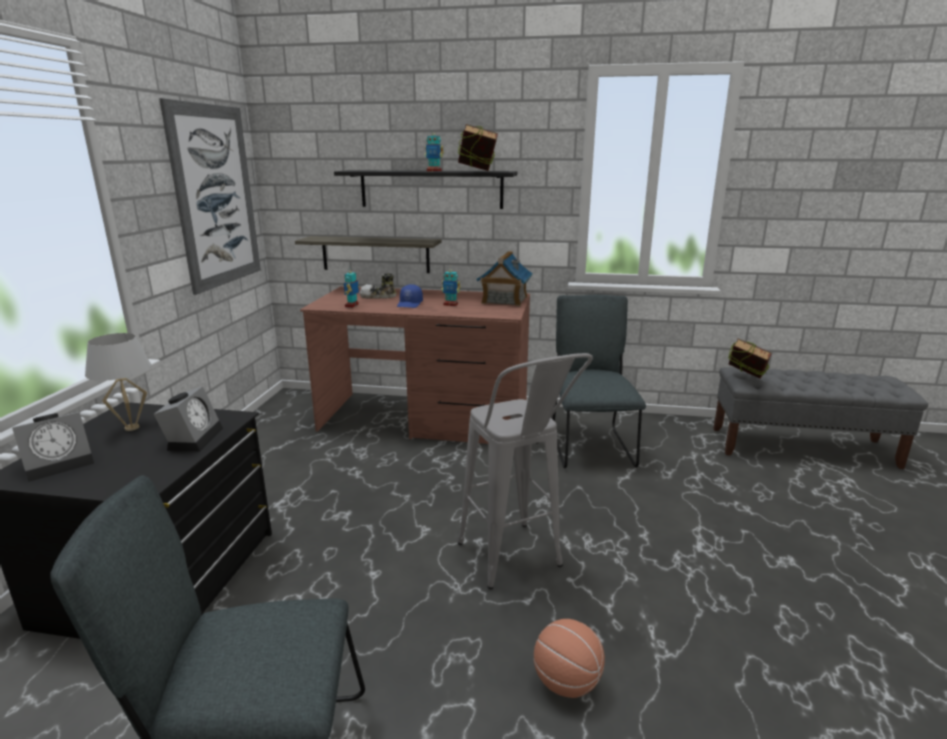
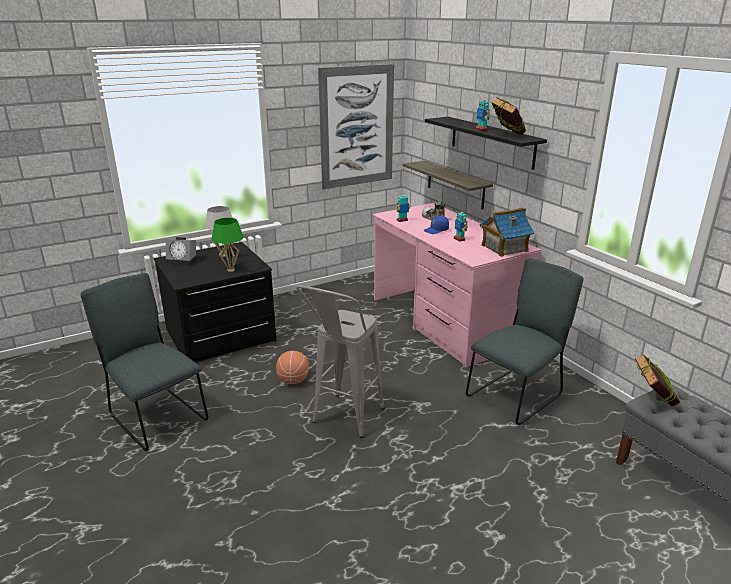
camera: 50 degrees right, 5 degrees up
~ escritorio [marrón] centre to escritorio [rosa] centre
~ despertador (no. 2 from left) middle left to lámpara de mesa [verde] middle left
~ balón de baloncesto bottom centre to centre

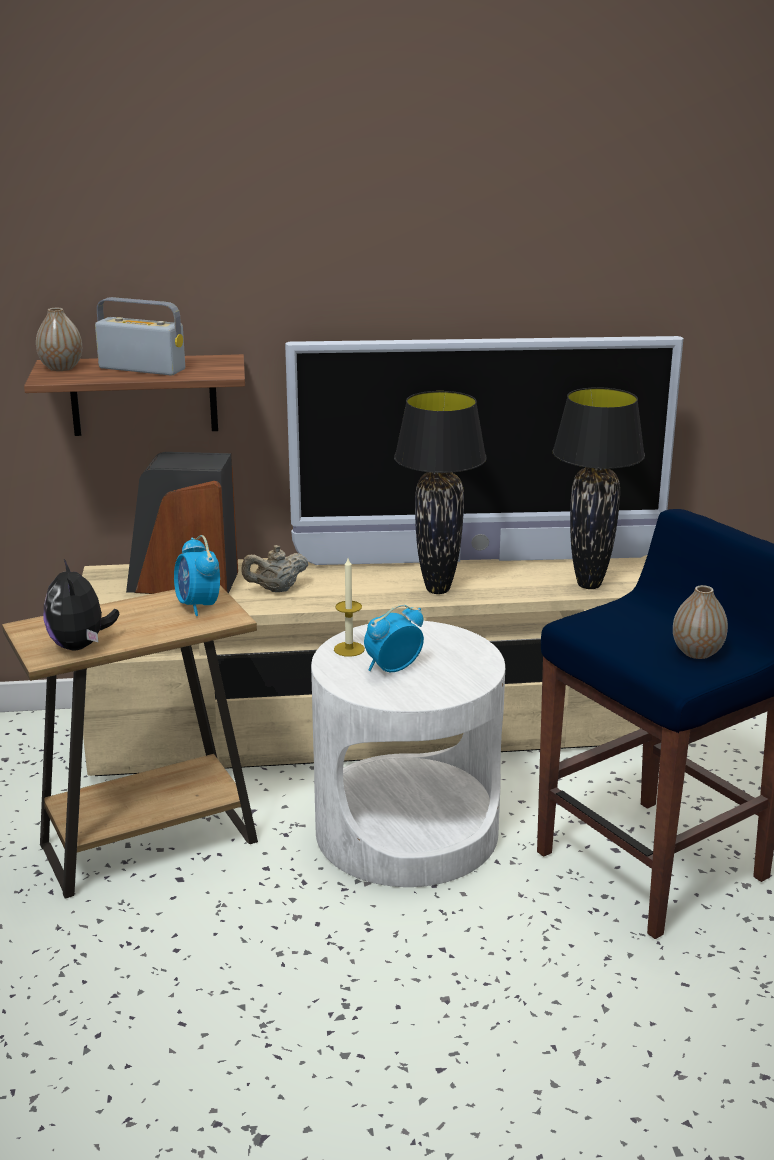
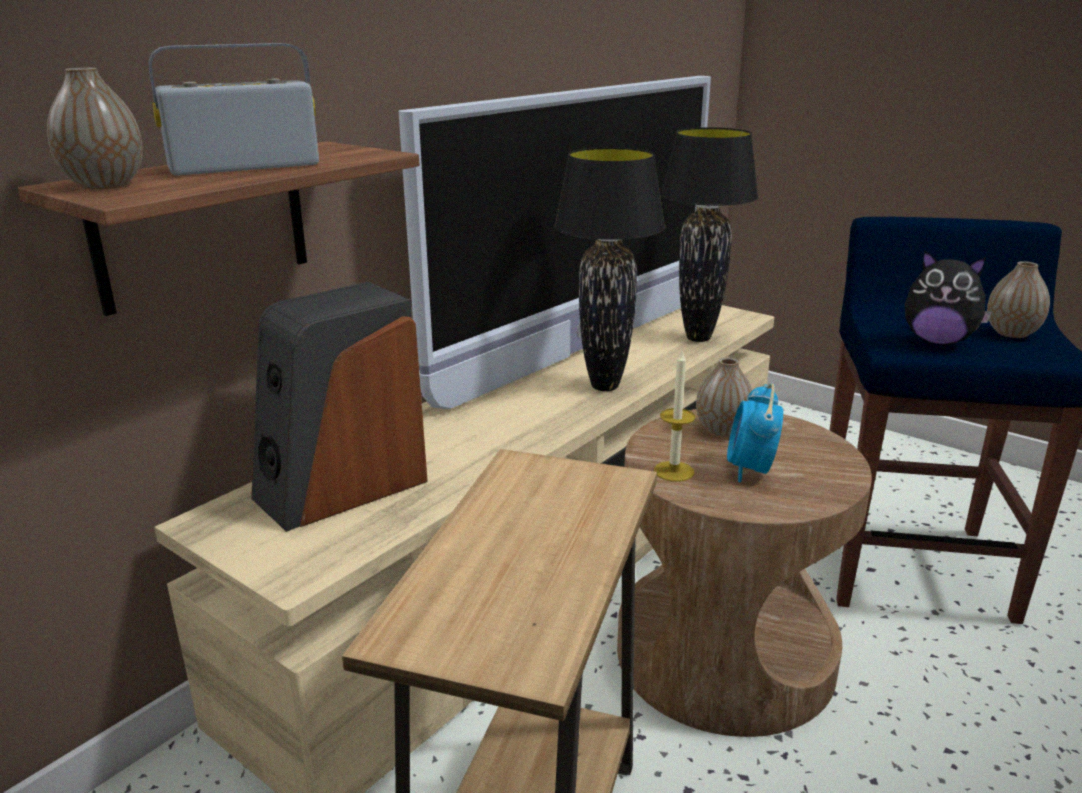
camera: 45 degrees left, 0 degrees up
- despertador (no. 1 from left) middle left
- tetera [beis] centre
~ peluche middle left to middle right
~ mesa auxiliar [blanco] centre to mesa auxiliar [marrón] (no. 2 from left) bottom right
+ florero (no. 2 from left) middle right

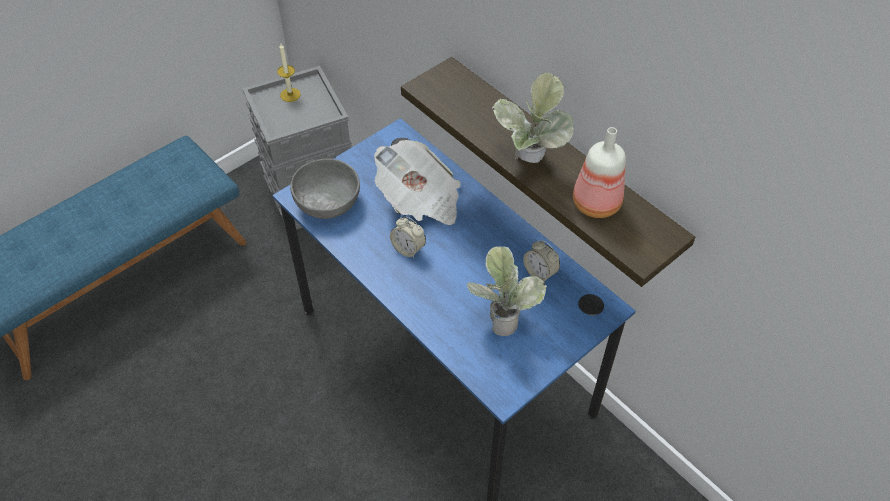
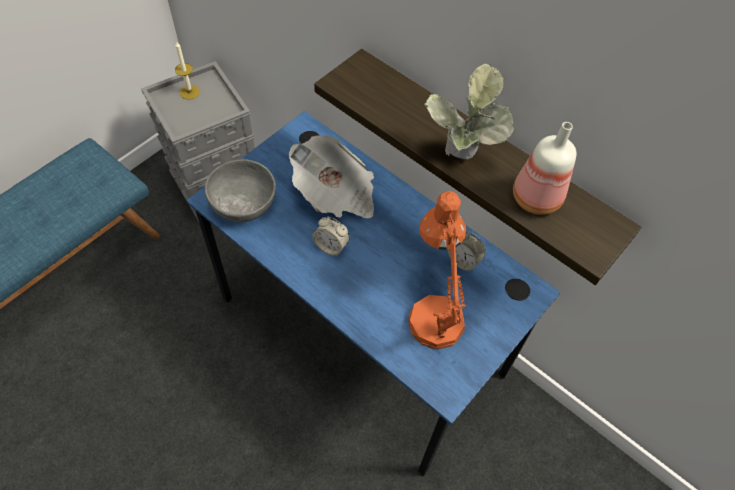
camera: 10 degrees left, 5 degrees up
~ planta en maceta (no. 1 from left) centre to lámpara de mesa [naranja] centre

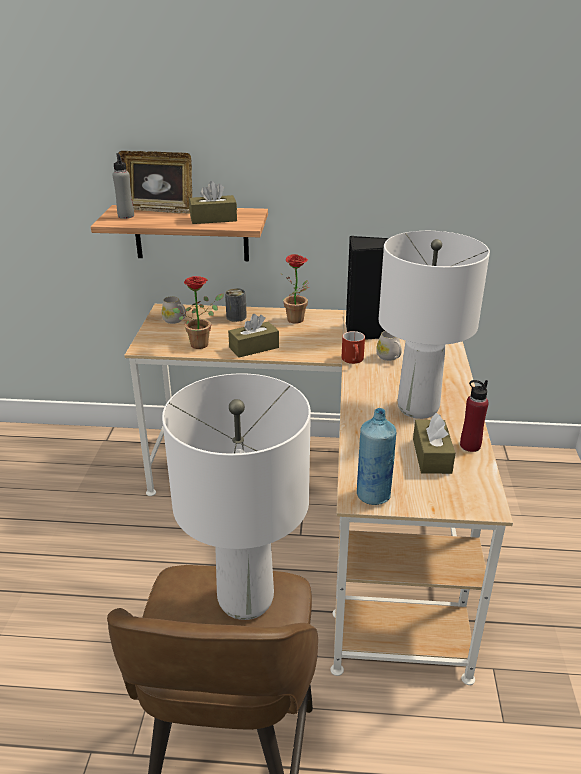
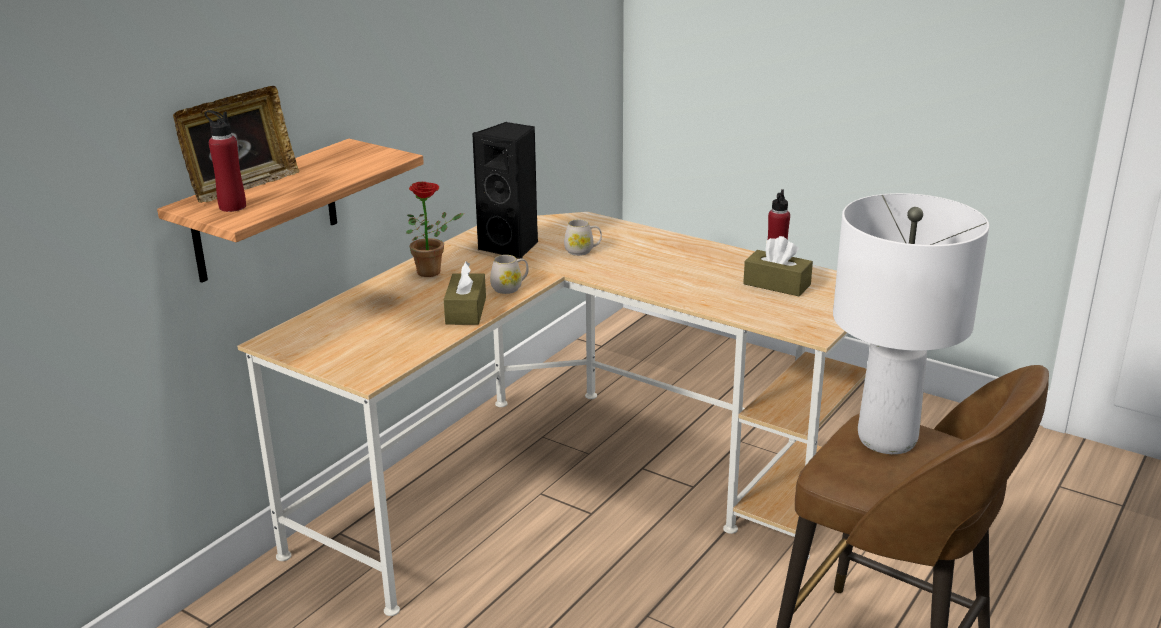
camera: 60 degrees left, 5 degrees down
~ botella [gris] top left to botella [rojo] (no. 1 from left) top left
- caja de pañuelos [marrón] (no. 1 from left) top centre
- lámpara de mesa [blanco] (no. 2 from left) middle right
- planta en maceta (no. 1 from left) centre
- lata centre
~ taza grande [blanco] (no. 1 from left) middle left to centre
- taza grande [rojo] centre
- botella [azul] centre

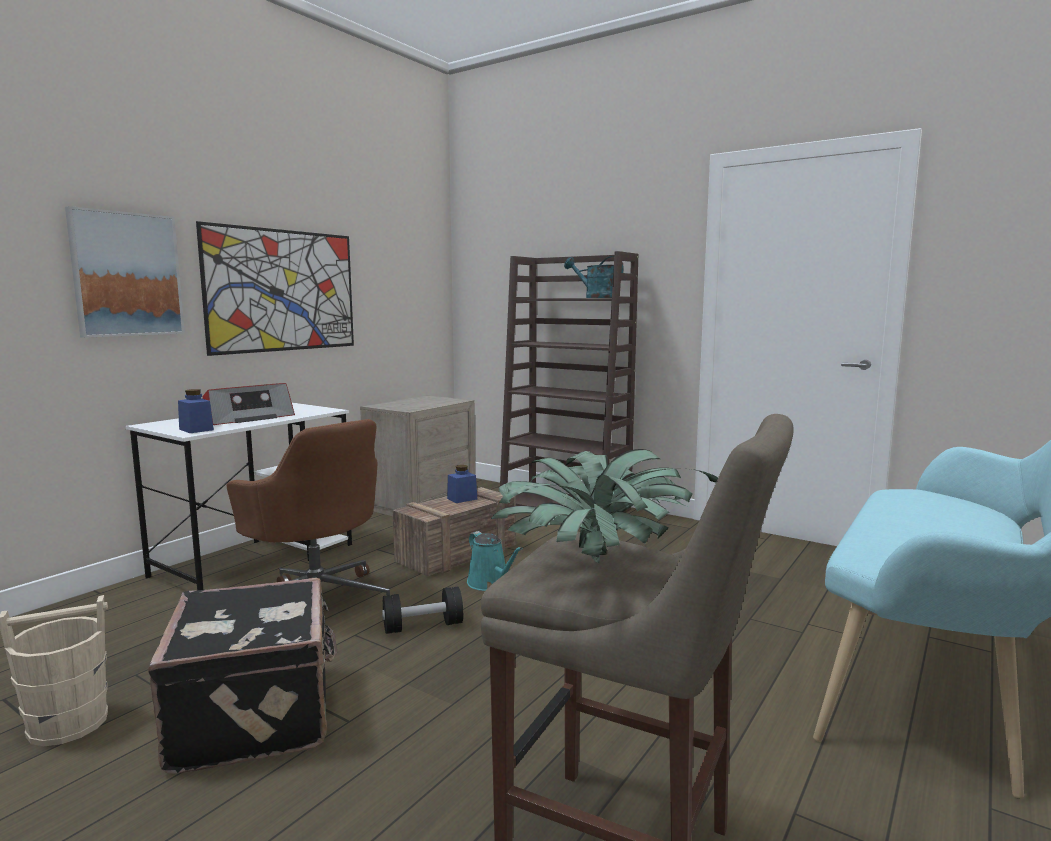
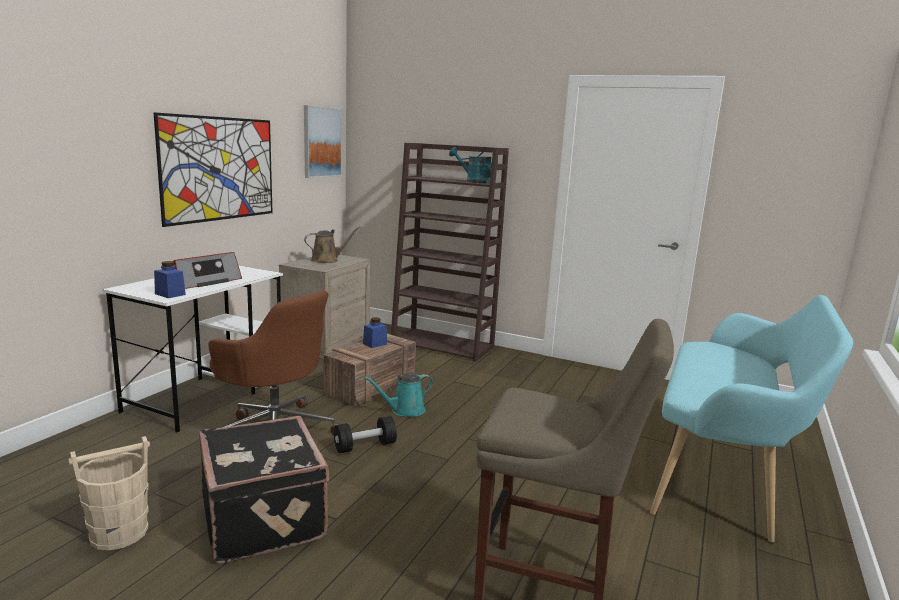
camera: 10 degrees left, 5 degrees up
~ cuadro (no. 1 from left in the first image) top left to cuadro (no. 2 from left) top centre
- planta en maceta centre
~ regadera [turquesa] (no. 1 from left) bottom centre = centre 105 degrees clockwise
+ regadera [marrón] centre

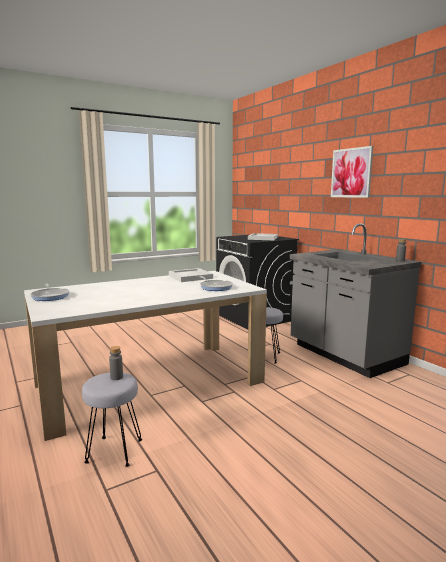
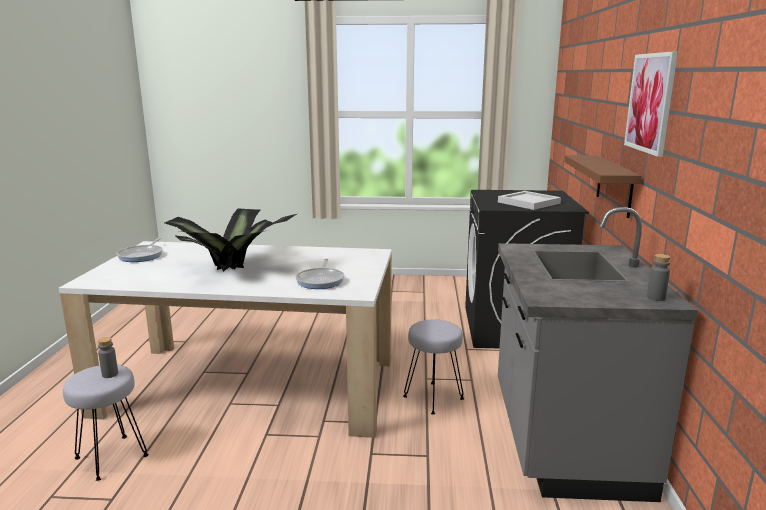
camera: 35 degrees right, 5 degrees up
- bandeja [blanco] (no. 1 from left) centre
+ estante [marrón] middle right
+ planta en maceta middle left

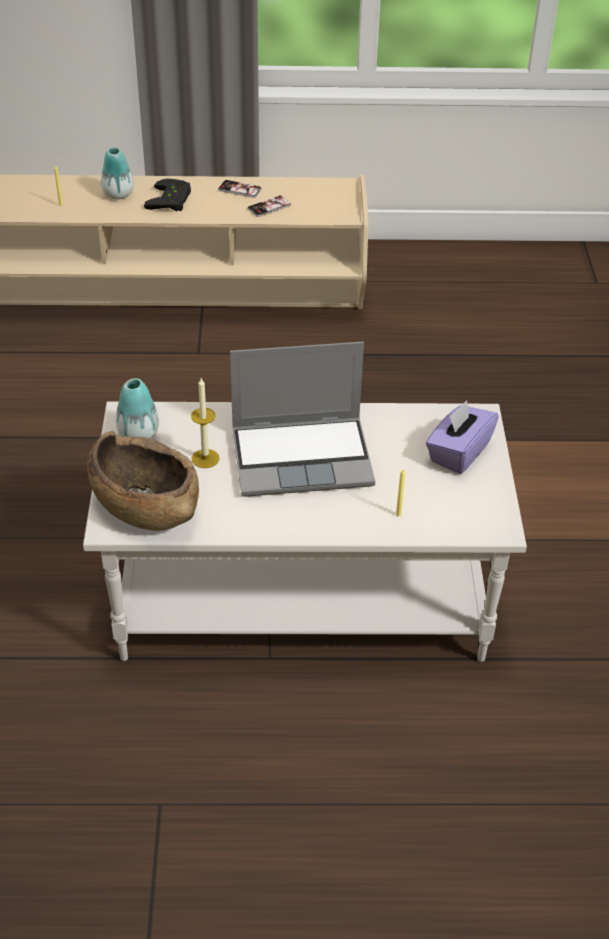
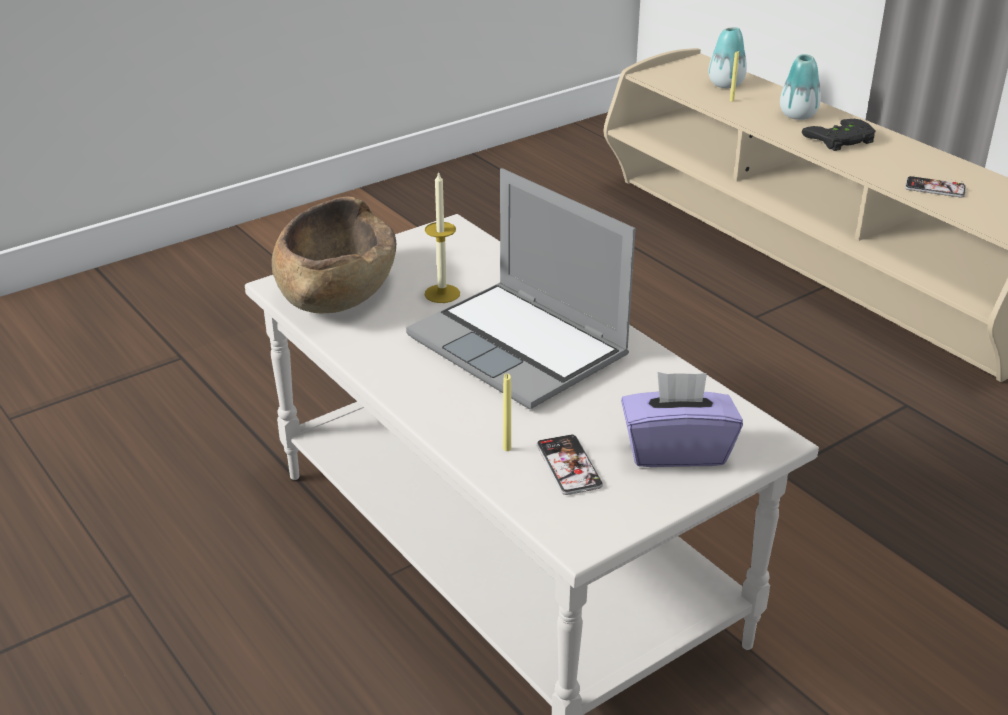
camera: 55 degrees right, 10 degrees down
~ móvil (no. 1 from left) top centre to centre
~ florero (no. 2 from left in the first image) middle left to florero (no. 1 from left) top right

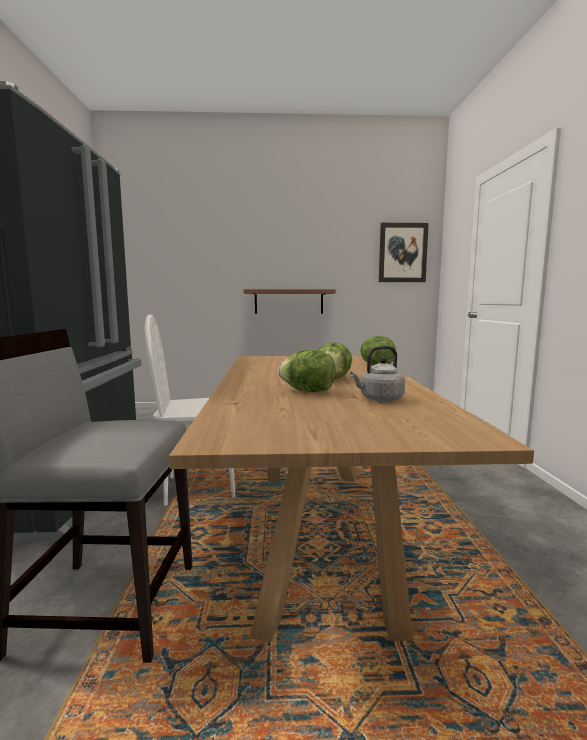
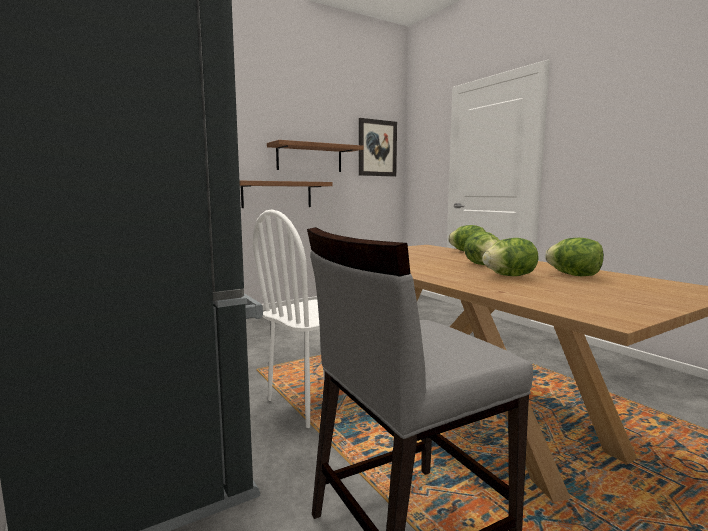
camera: 30 degrees left, 0 degrees up
~ hervidor [gris] centre to lechuga (no. 4 from left) middle right
+ estante (no. 2 from left) top centre

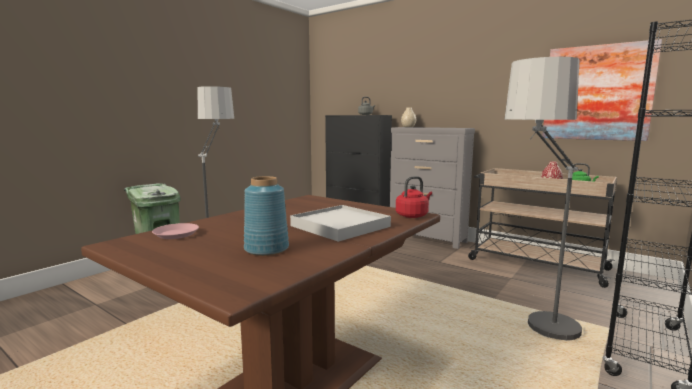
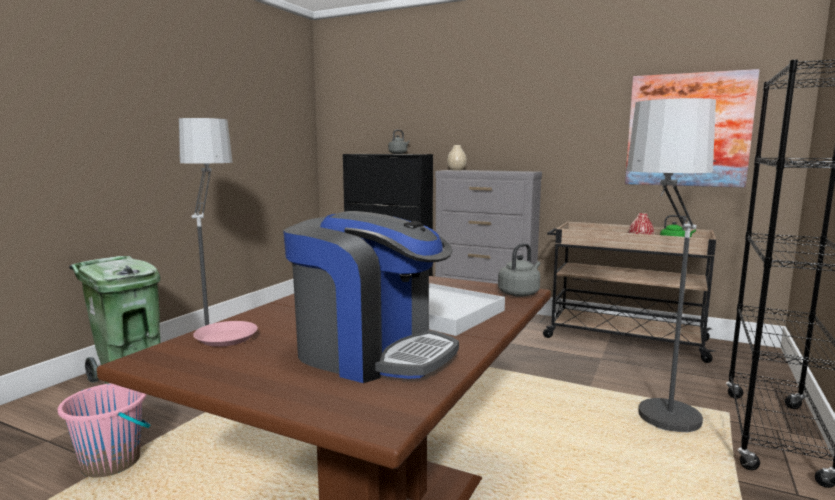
camera: 10 degrees left, 0 degrees up
~ florero [azul] centre to cafetera centre
~ hervidor [rojo] centre to hervidor [gris] (no. 2 from left) centre
+ cubo [rosa] bottom left

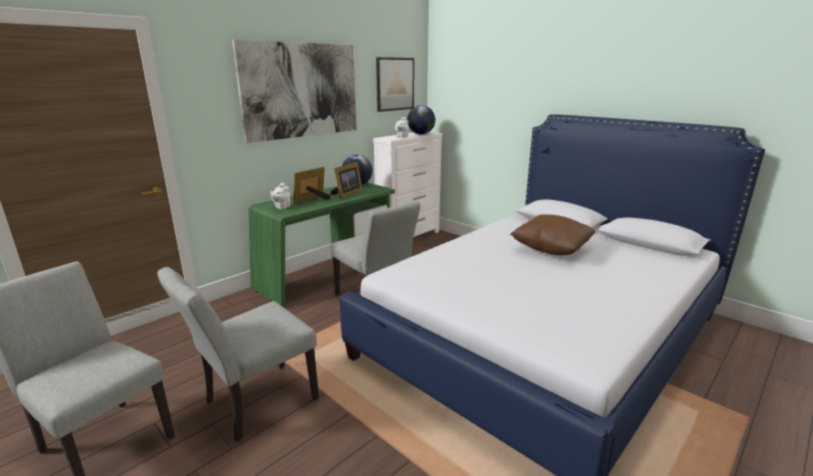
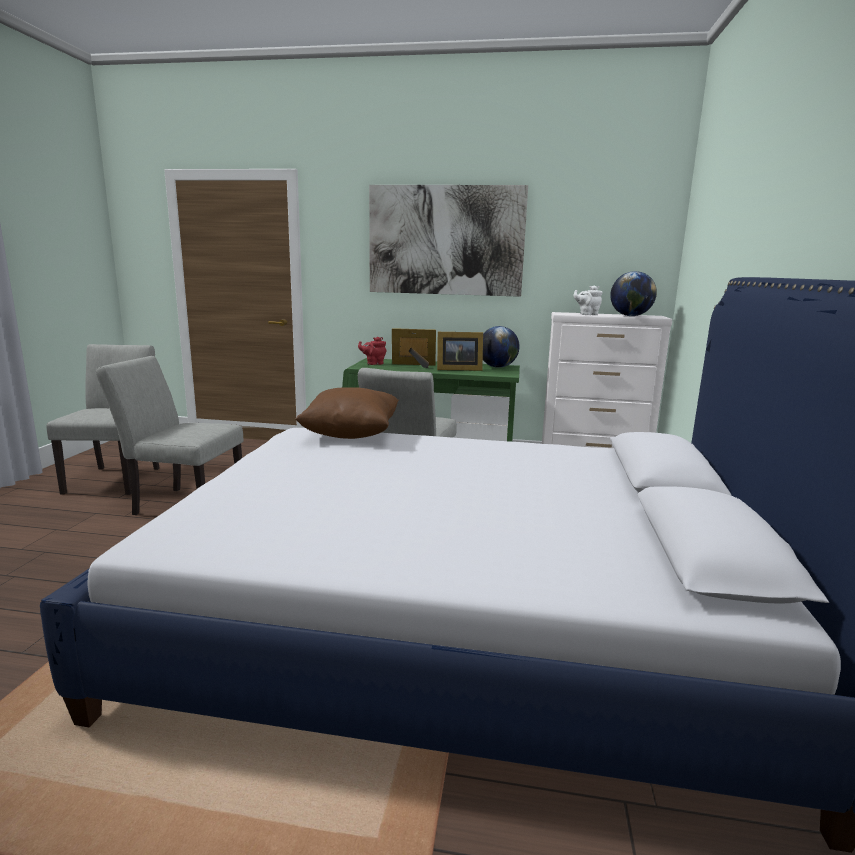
camera: 55 degrees right, 5 degrees down
- cuadro (no. 2 from left) top centre
~ tetera [blanco] (no. 1 from left) centre to tetera [rojo] centre
~ cojín [marrón] middle right to centre

